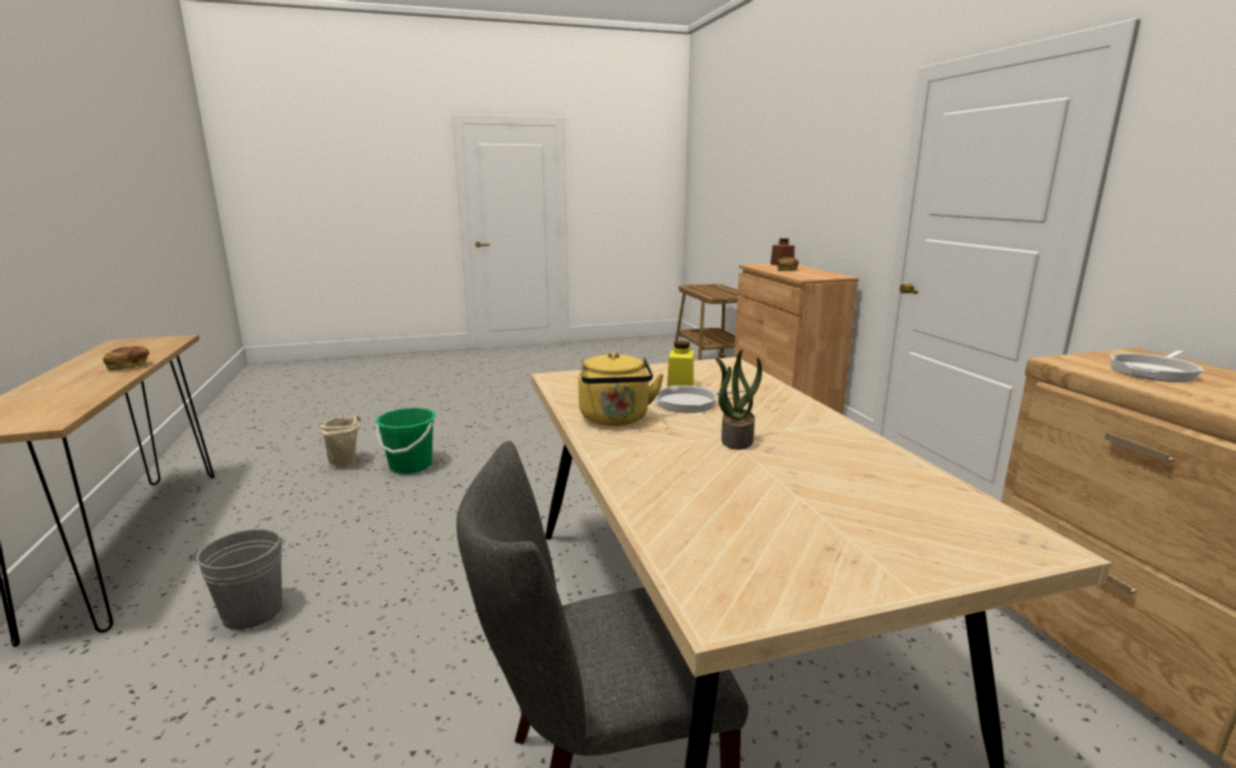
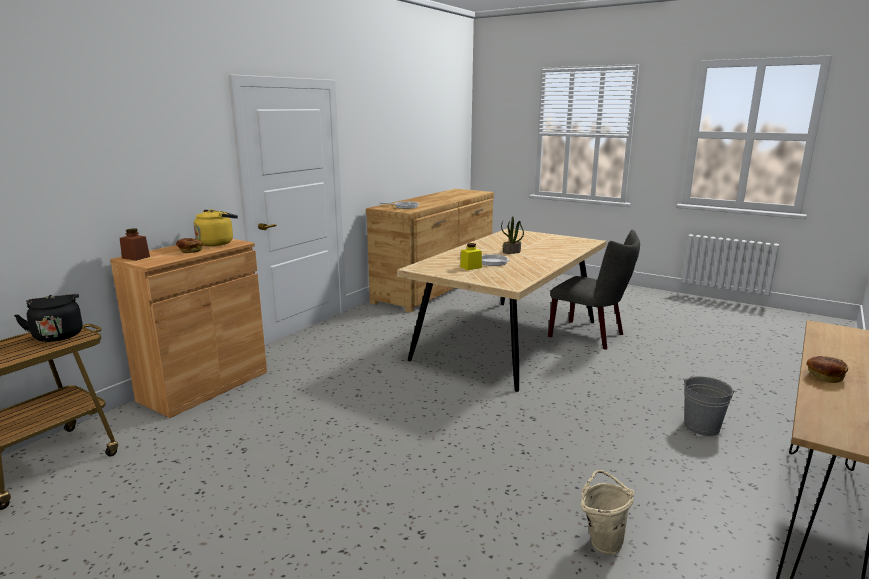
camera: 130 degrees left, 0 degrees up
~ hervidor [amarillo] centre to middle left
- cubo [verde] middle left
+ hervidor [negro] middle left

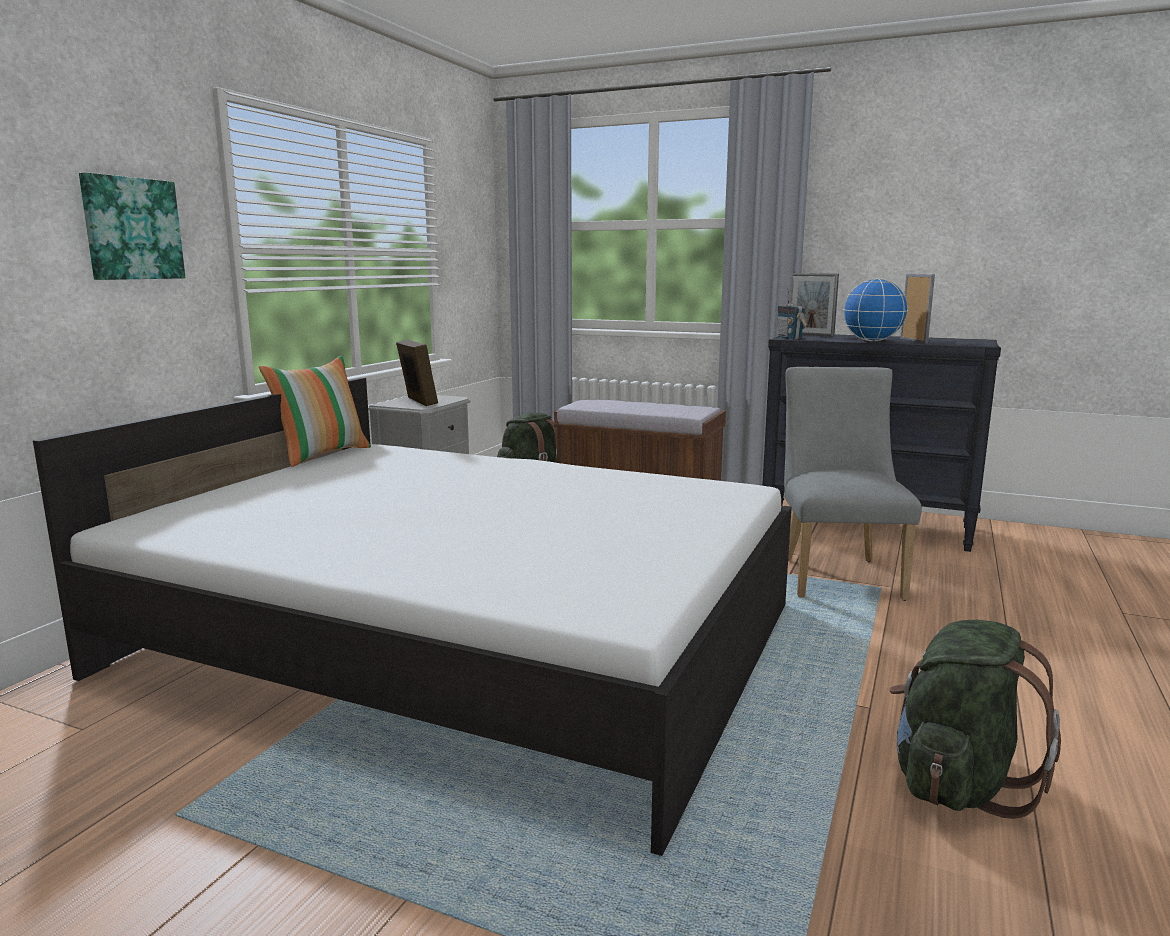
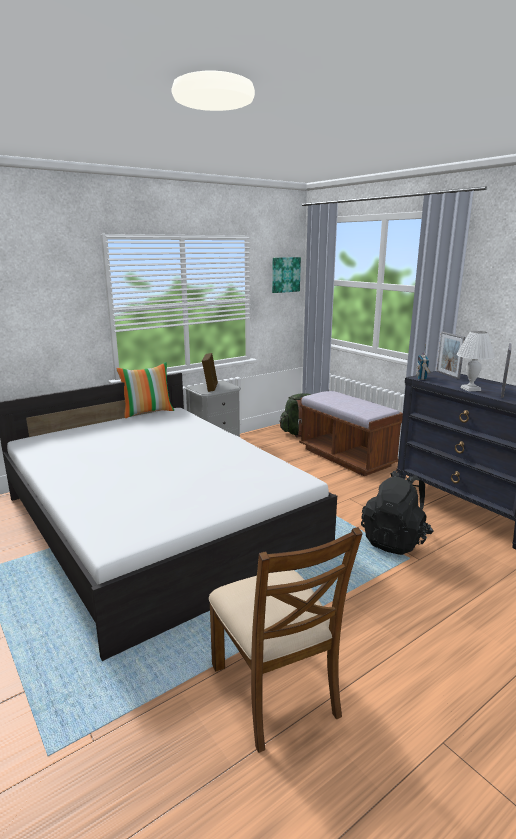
camera: 30 degrees right, 5 degrees up
~ cuadro top left to top centre
~ globo terráqueo top right to lámpara de mesa [blanco] middle right
~ silla [gris] middle right to mochila [negro] middle right
~ mochila [verde] (no. 2 from left) bottom right to silla [marrón] bottom centre

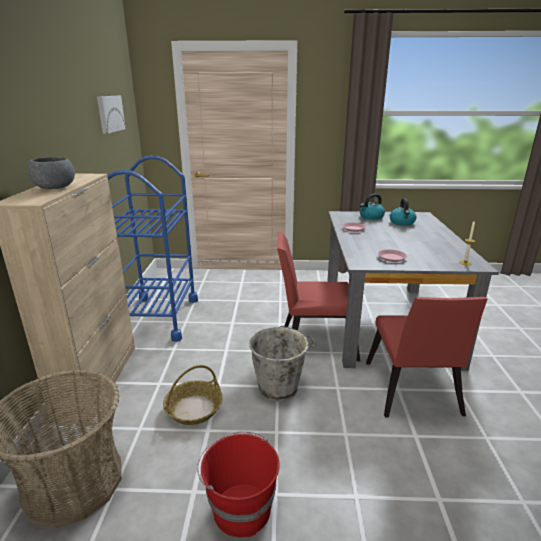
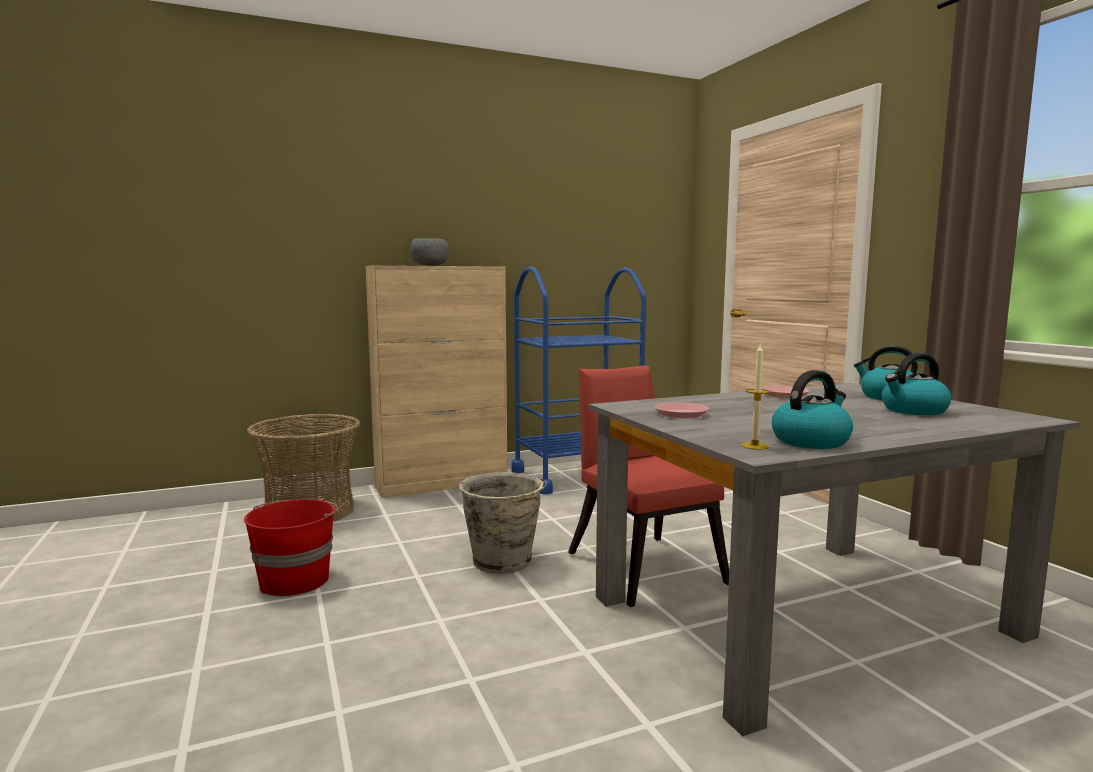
camera: 65 degrees right, 15 degrees down
- cuadro top left
- silla [rojo] (no. 2 from left) middle right
- cesta (no. 2 from left) bottom centre
+ hervidor (no. 1 from left) middle right

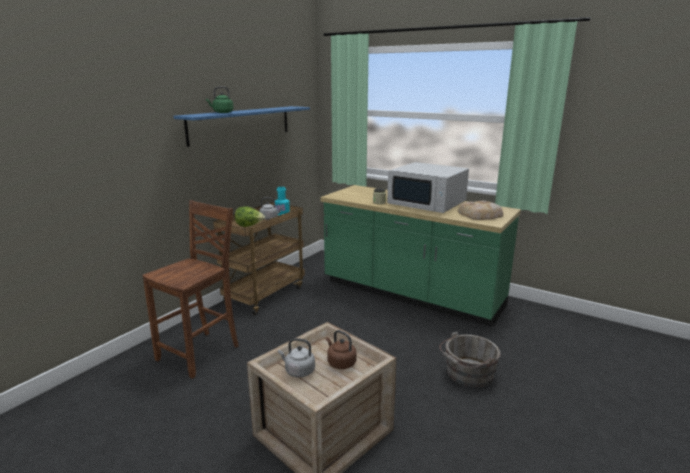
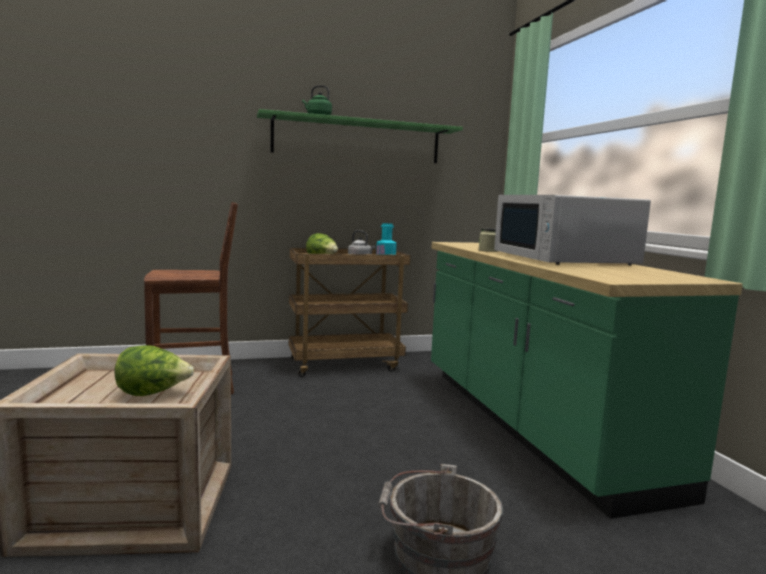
camera: 40 degrees right, 10 degrees down
~ estante [azul] top centre to estante [verde] top centre
- pan middle right
~ hervidor [marrón] bottom centre to lechuga (no. 1 from left) middle left
- hervidor [gris] (no. 2 from left) bottom centre

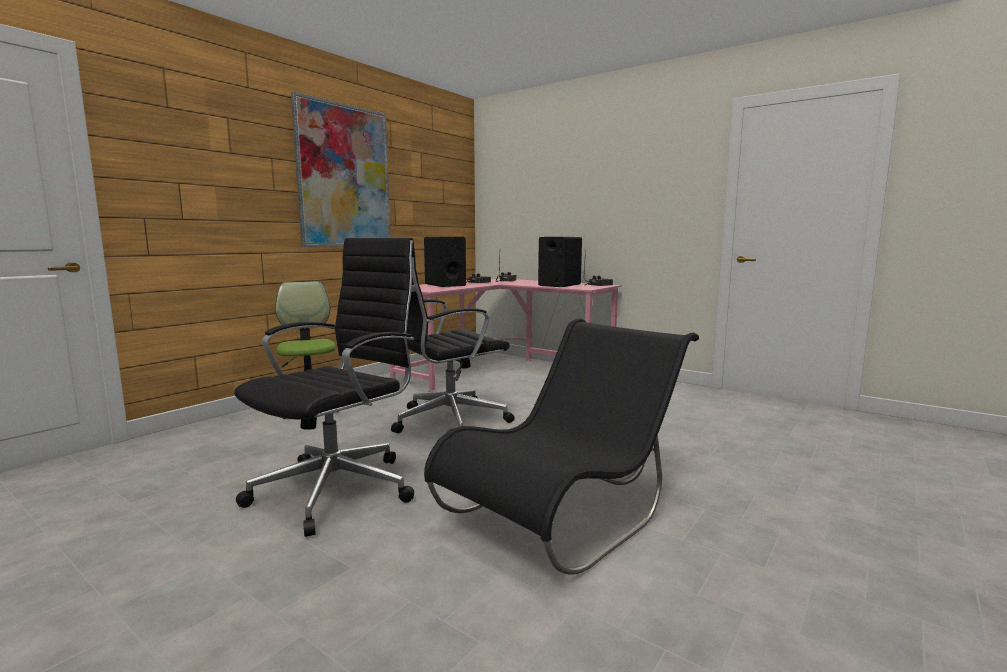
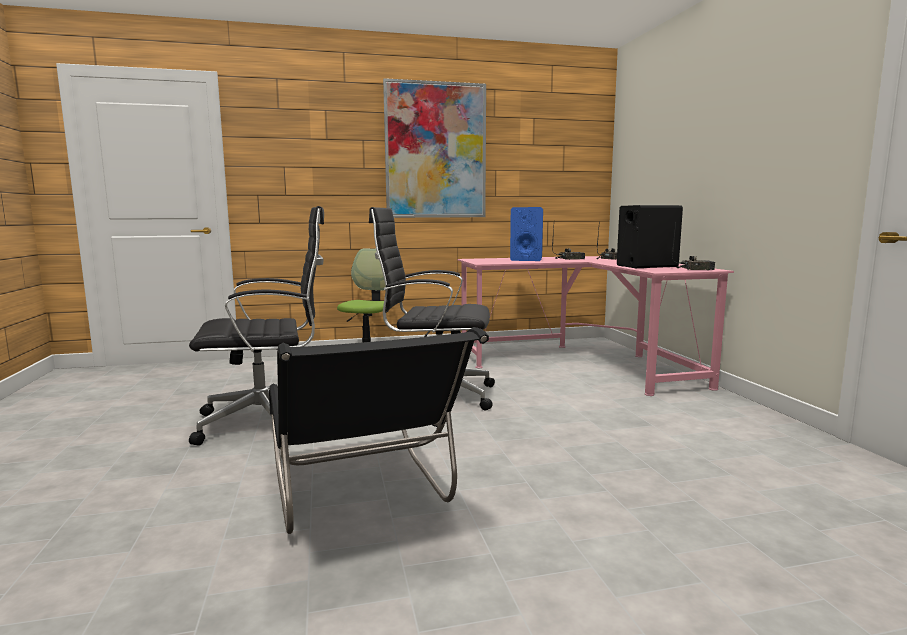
camera: 40 degrees right, 0 degrees up
~ altavoz [negro] (no. 1 from left) centre to altavoz [azul] centre
~ silla [negro] centre = bottom centre 75 degrees clockwise

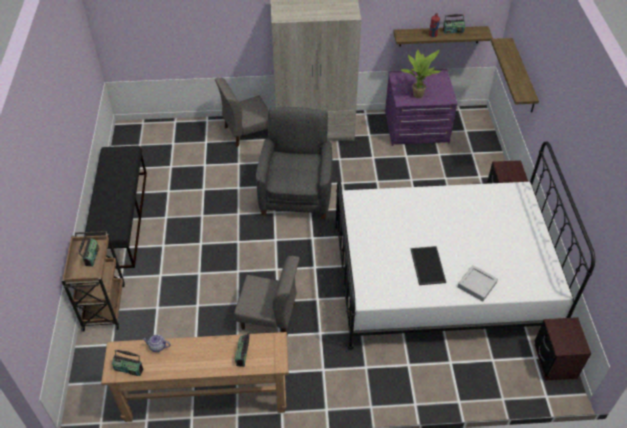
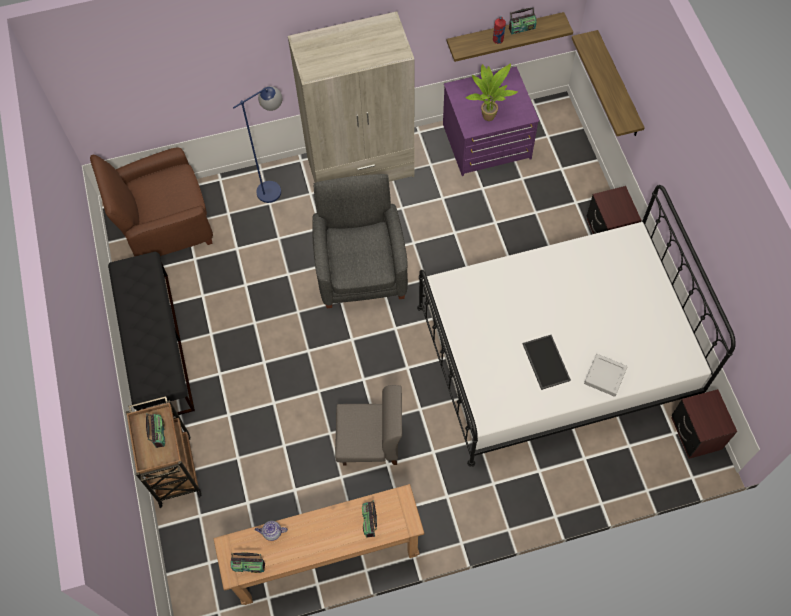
camera: 10 degrees left, 15 degrees up
~ silla [gris] (no. 1 from left) top centre to lámpara de pie [azul] top left
+ sillón [marrón] top left

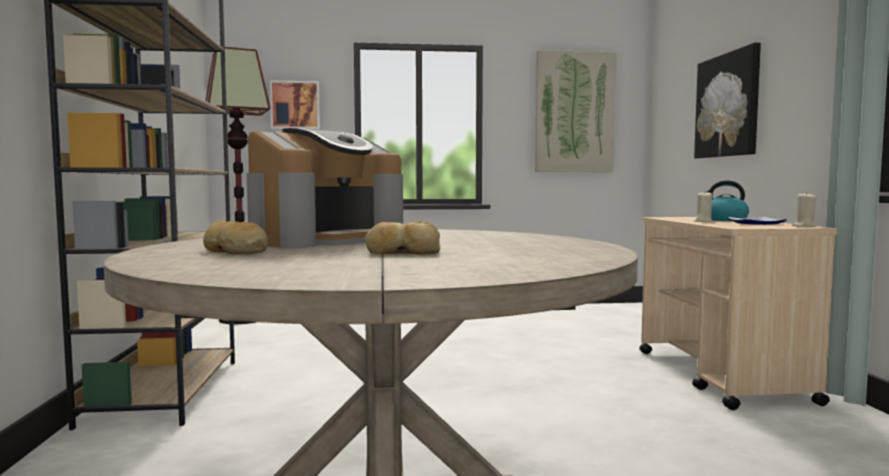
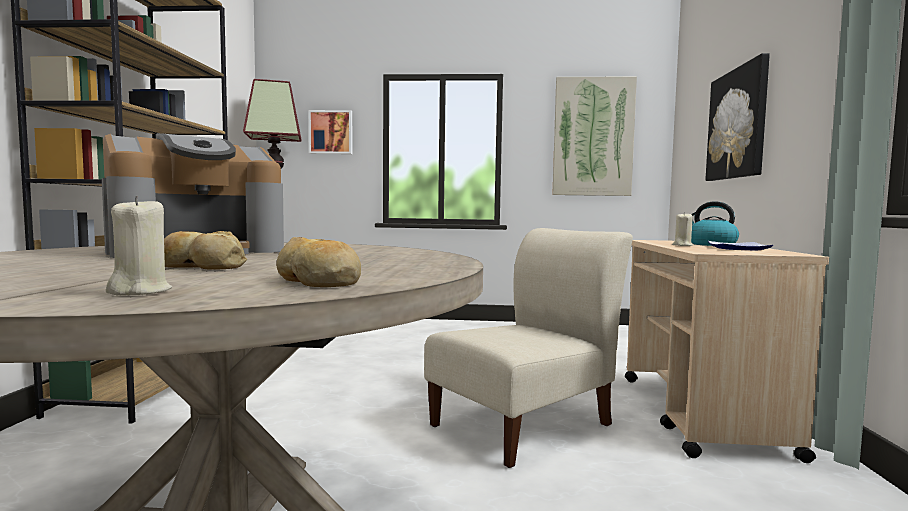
camera: 10 degrees right, 0 degrees up
~ vela [beis] (no. 2 from left in the first image) middle right to vela [beis] (no. 1 from left) middle left
~ pan (no. 1 from left in the first image) middle left to pan (no. 2 from left) centre
+ silla [beis] bottom centre

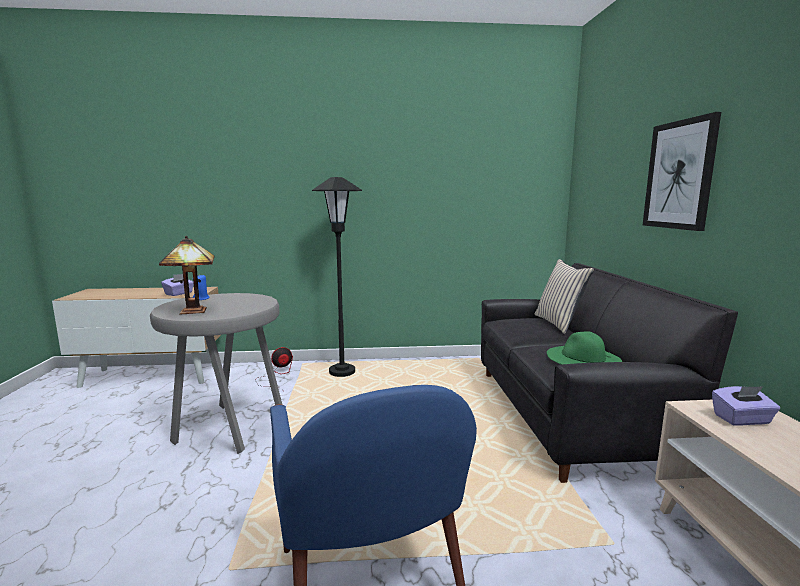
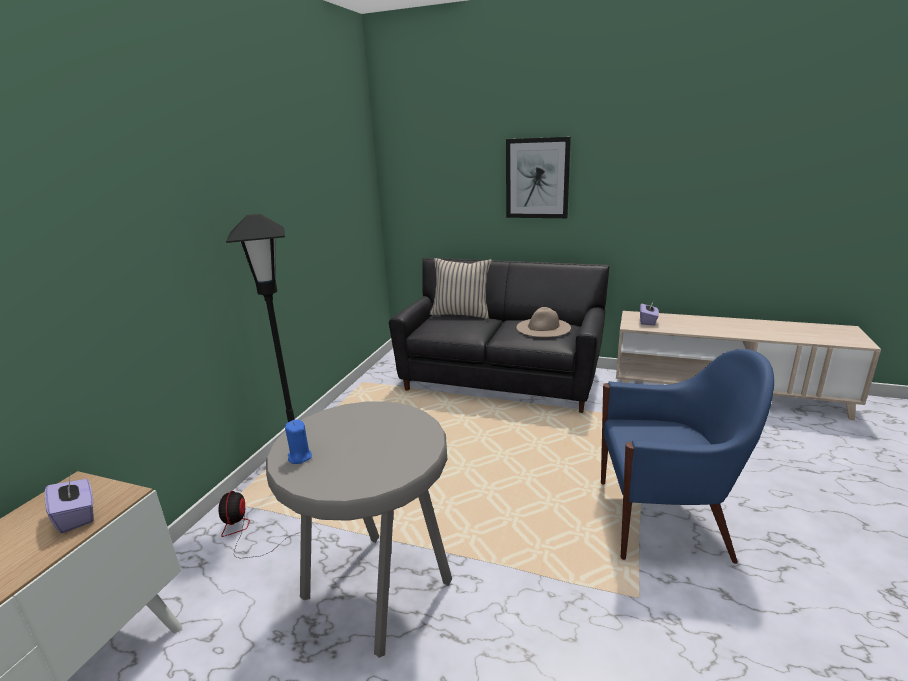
camera: 65 degrees left, 10 degrees up
- lámpara de mesa middle left
~ sombrero [verde] middle right to sombrero [beis] centre

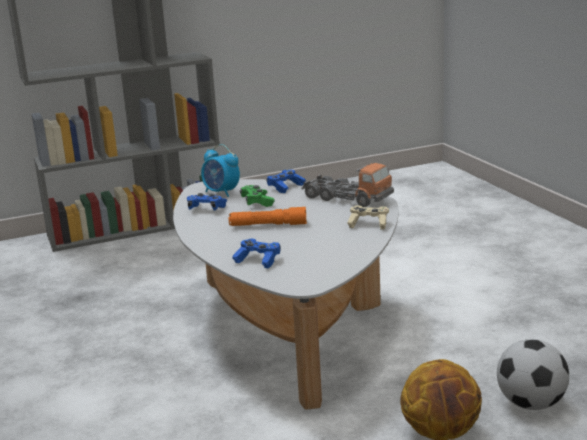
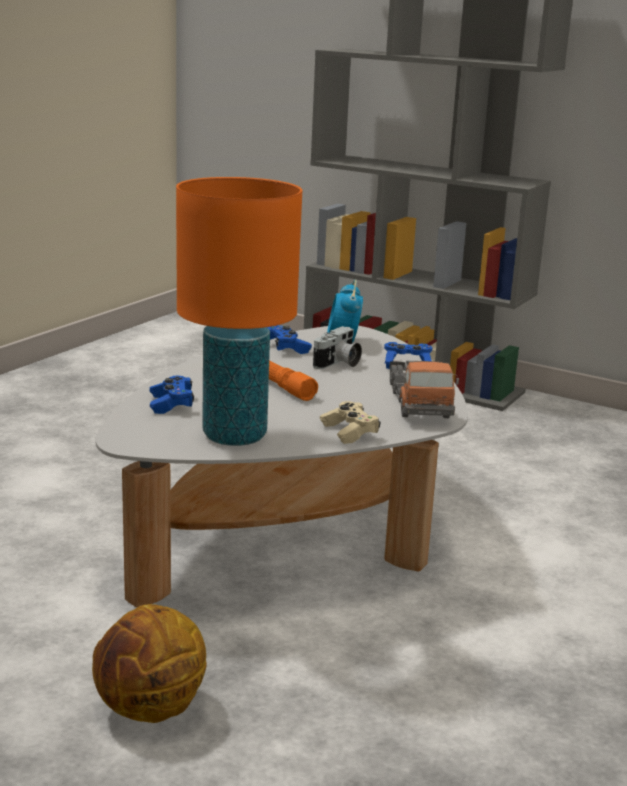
camera: 50 degrees right, 0 degrees up
~ mando de consola [verde] centre to cámara centre
- balón de fútbol bottom right
+ lámpara de mesa [naranja] centre

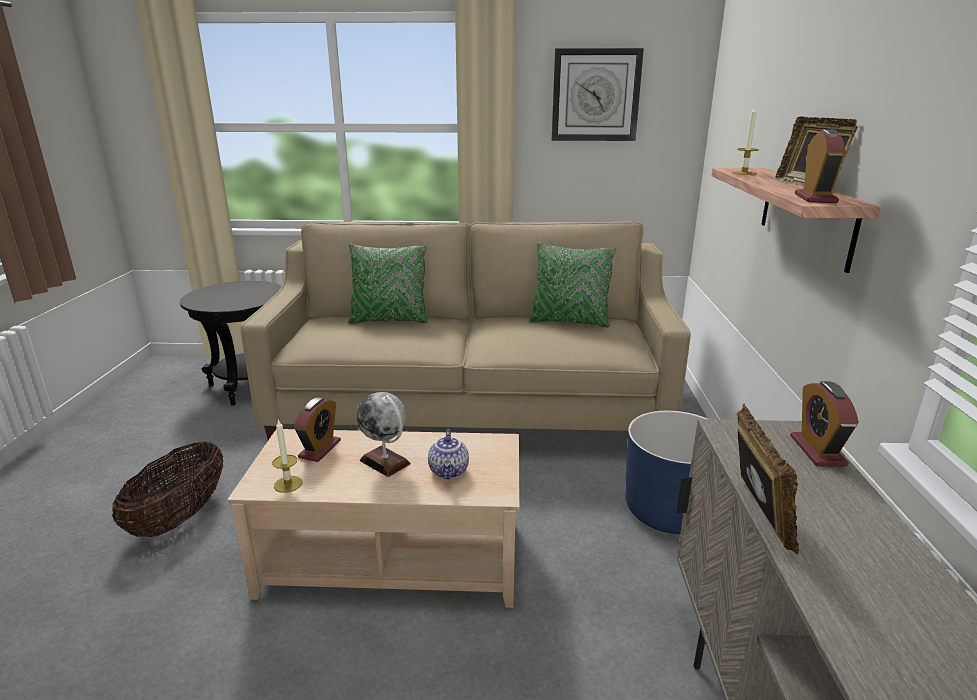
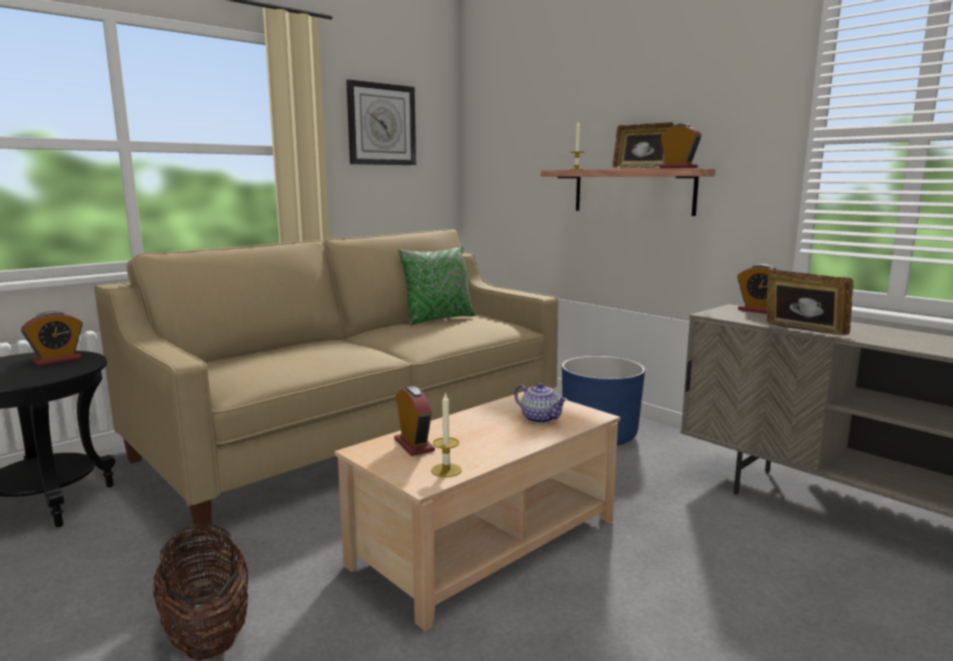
camera: 45 degrees left, 10 degrees down
- cojín [verde] (no. 1 from left) centre
- globo terráqueo centre
+ despertador (no. 1 from left) middle left

